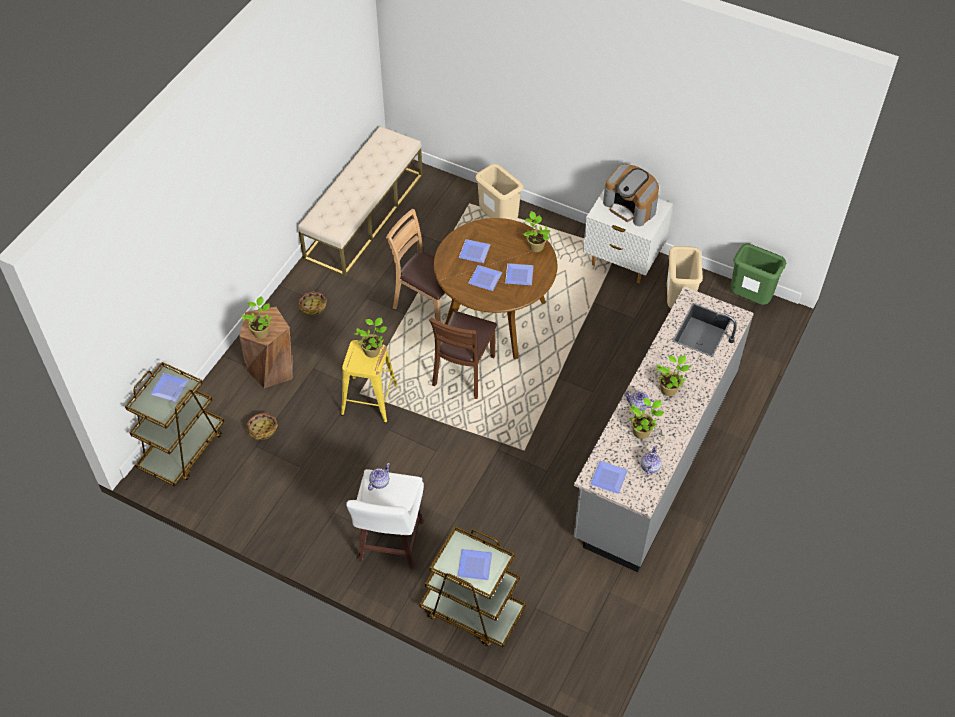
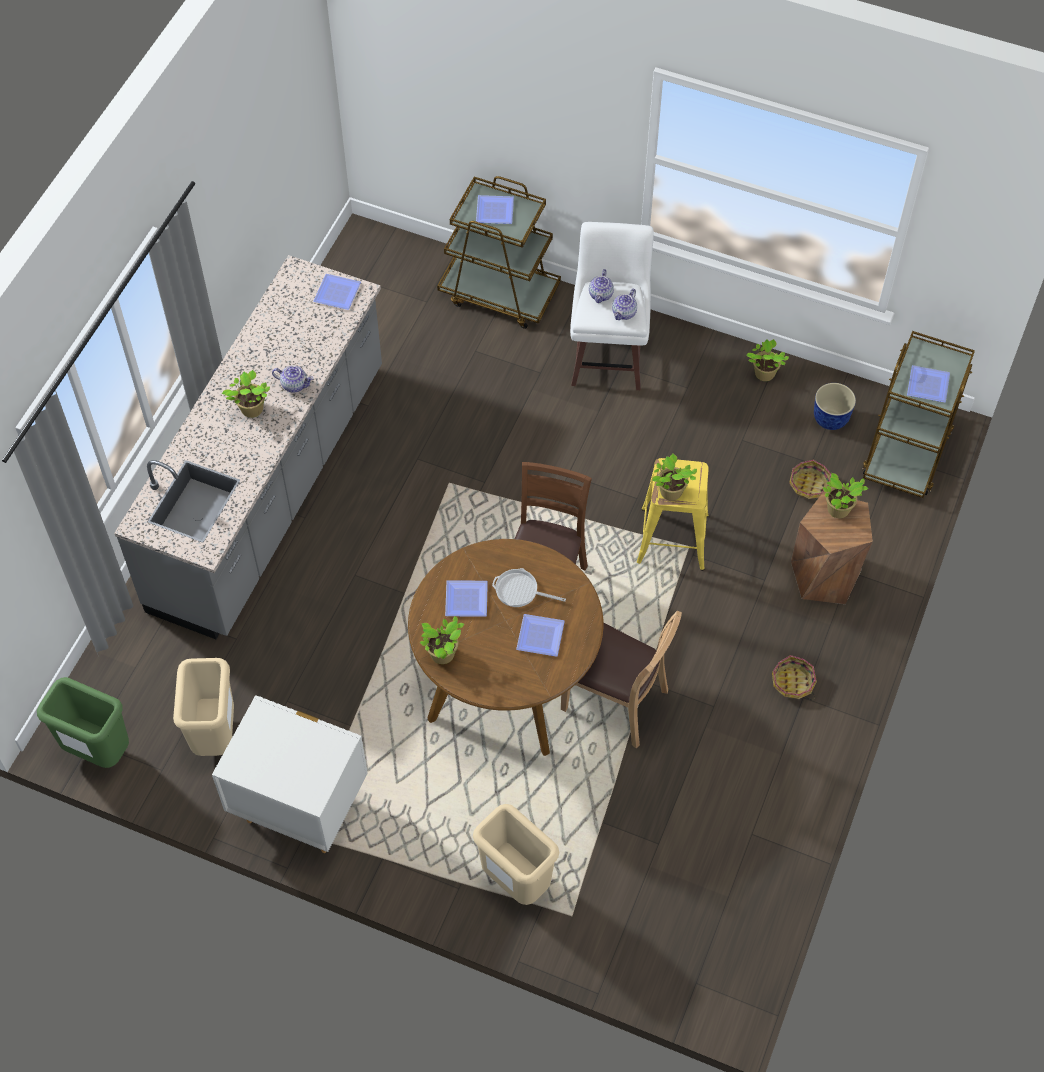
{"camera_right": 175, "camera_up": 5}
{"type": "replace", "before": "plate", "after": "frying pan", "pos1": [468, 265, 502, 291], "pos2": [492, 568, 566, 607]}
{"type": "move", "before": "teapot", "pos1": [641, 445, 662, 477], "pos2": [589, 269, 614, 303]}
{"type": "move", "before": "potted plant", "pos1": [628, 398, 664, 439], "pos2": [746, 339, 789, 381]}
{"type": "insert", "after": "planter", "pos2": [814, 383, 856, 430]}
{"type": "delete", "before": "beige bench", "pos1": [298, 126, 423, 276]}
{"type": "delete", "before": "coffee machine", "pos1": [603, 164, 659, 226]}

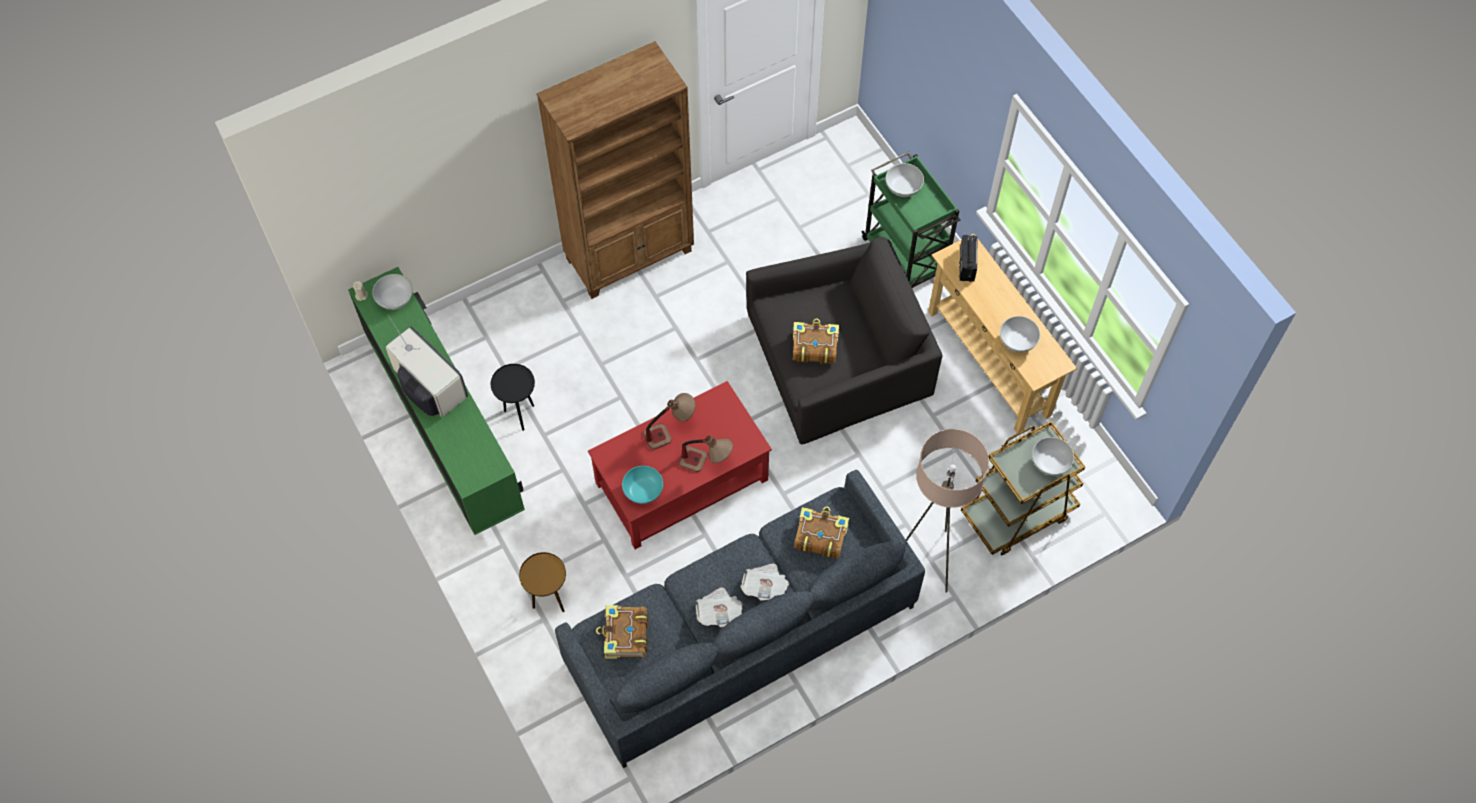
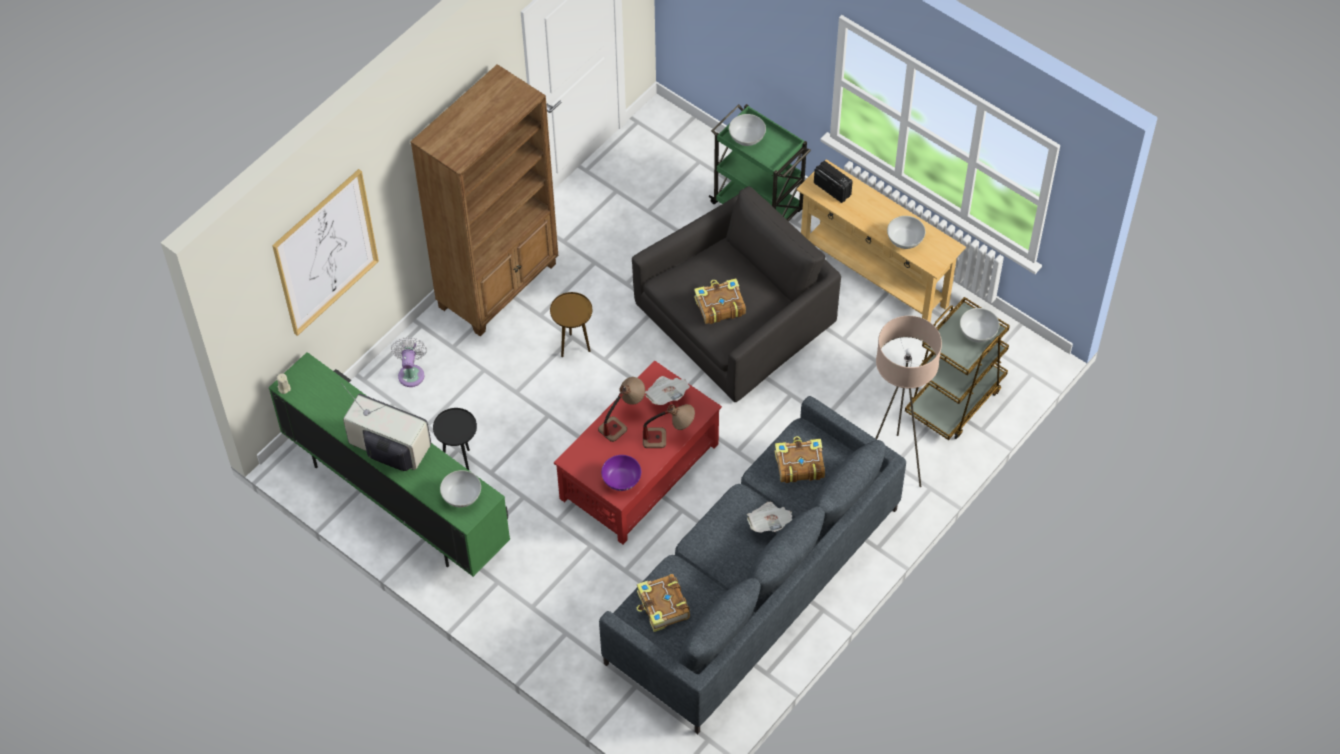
{"camera_right": -20, "camera_up": -5}
{"type": "insert", "after": "picture", "pos2": [272, 169, 379, 336]}
{"type": "insert", "after": "white fan", "pos2": [391, 337, 427, 387]}
{"type": "move", "before": "white bowl", "pos1": [372, 274, 413, 310], "pos2": [440, 470, 481, 507]}
{"type": "move", "before": "brown side table", "pos1": [519, 552, 566, 612], "pos2": [550, 292, 592, 357]}
{"type": "recolor", "before": "turquoise bowl", "after": "purple bowl", "pos1": [622, 466, 663, 504], "pos2": [601, 455, 641, 491]}
{"type": "move", "before": "newspaper", "pos1": [696, 588, 743, 627], "pos2": [645, 376, 690, 405]}
{"type": "rotate", "before": "radio", "pos1": [959, 235, 978, 282], "pos2": [814, 161, 853, 203], "turn": 150}

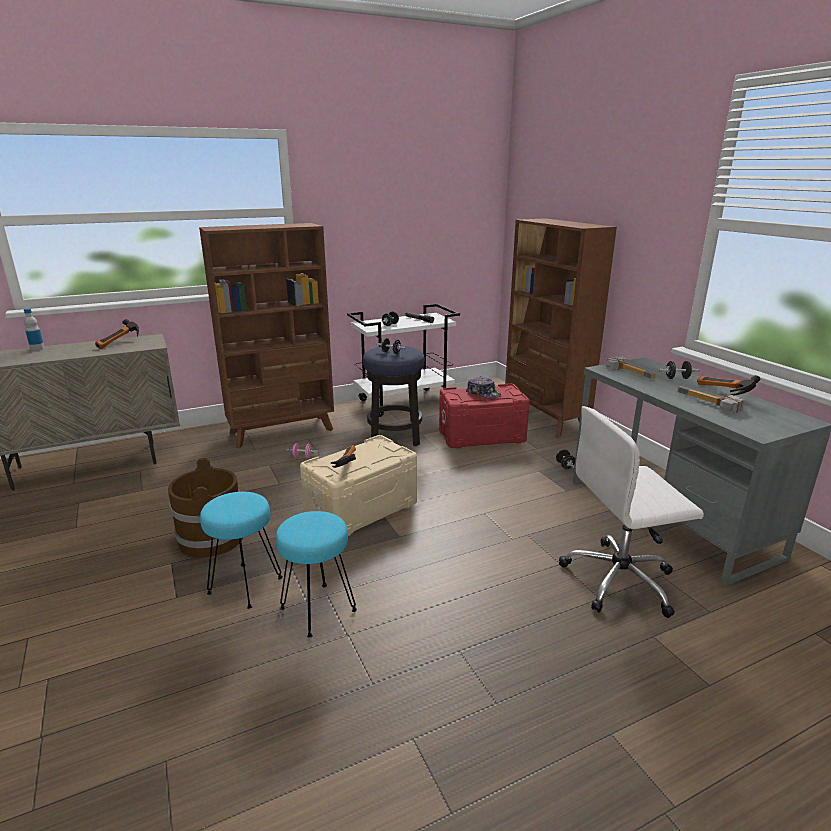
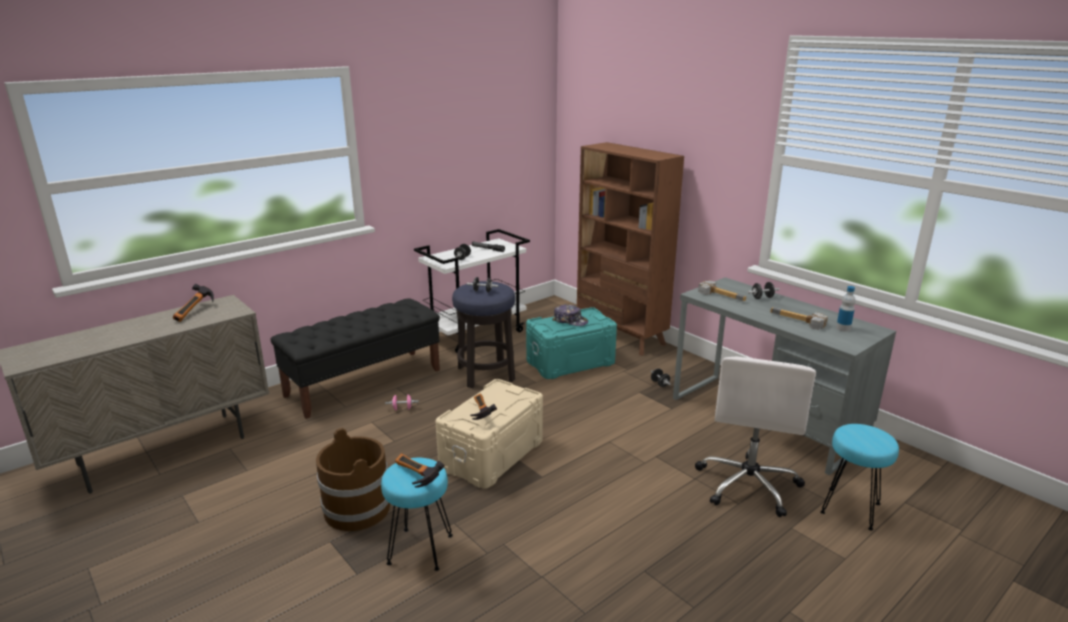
{"camera_right": -15, "camera_up": 0}
{"type": "replace", "before": "brown bookcase", "after": "black bench", "pos1": [199, 223, 334, 448], "pos2": [270, 298, 440, 419]}
{"type": "move", "before": "hammer", "pos1": [697, 375, 761, 395], "pos2": [395, 453, 445, 488]}
{"type": "recolor", "before": "red storage box", "after": "turquoise storage box", "pos1": [439, 384, 530, 448], "pos2": [526, 307, 617, 379]}
{"type": "rotate", "before": "white office chair", "pos1": [559, 406, 704, 618], "pos2": [695, 356, 816, 517], "turn": -45}
{"type": "move", "before": "turquoise stool", "pos1": [276, 511, 357, 638], "pos2": [820, 424, 899, 530]}
{"type": "move", "before": "bottle", "pos1": [24, 309, 45, 351], "pos2": [836, 286, 855, 332]}

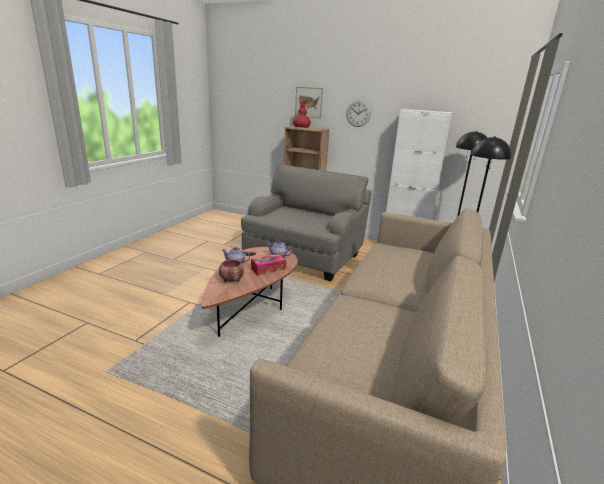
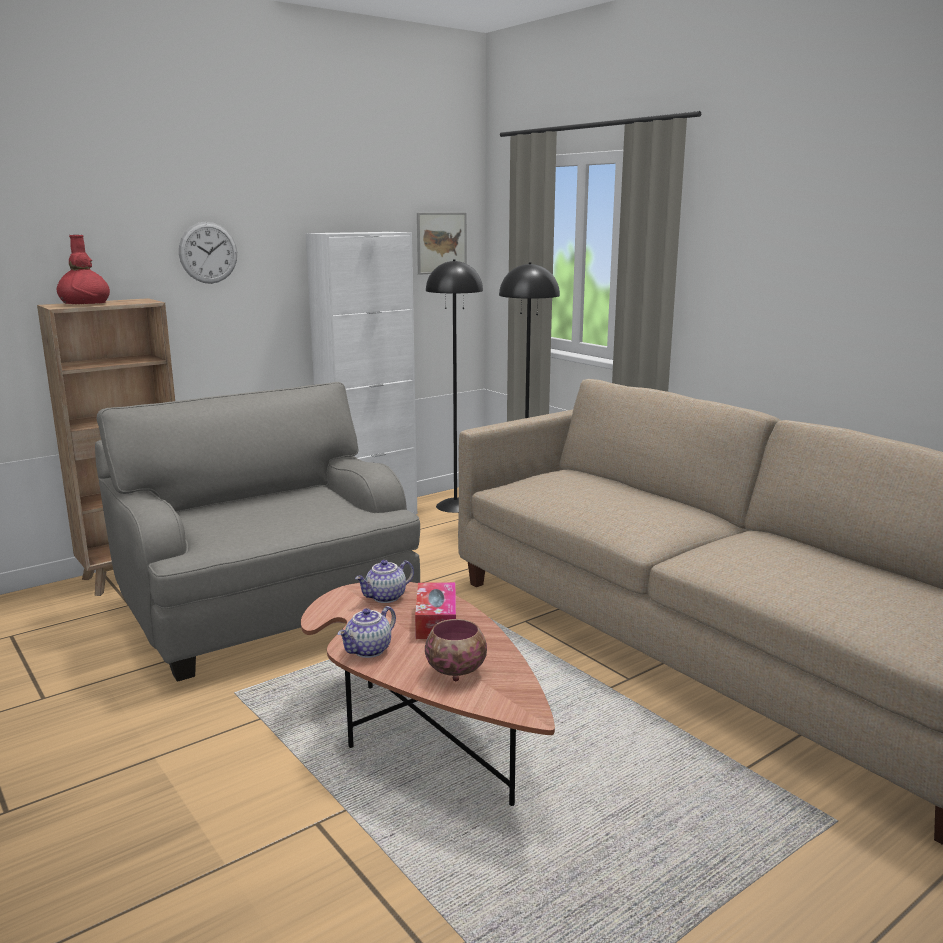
{"camera_right": -60, "camera_up": -5}
{"type": "move", "before": "picture", "pos1": [295, 87, 323, 119], "pos2": [417, 212, 467, 275]}

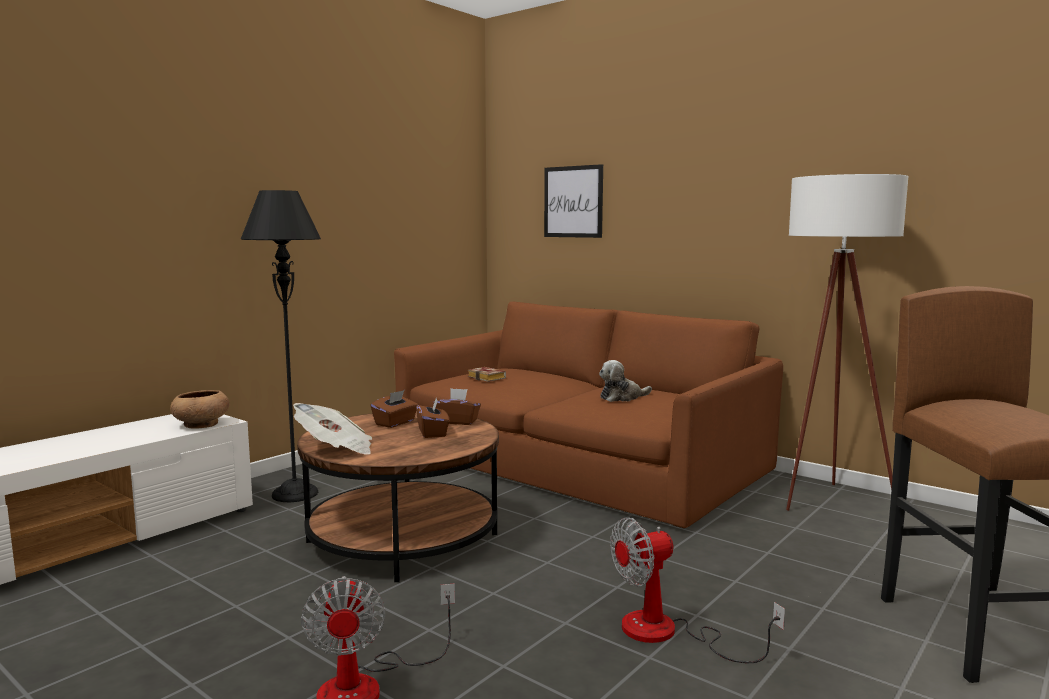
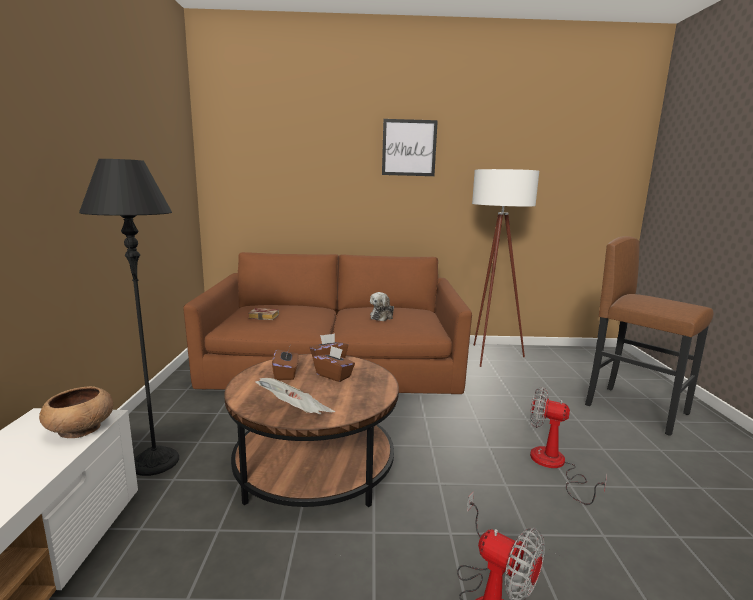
{"camera_right": -40, "camera_up": 5}
{"type": "move", "before": "picture", "pos1": [544, 164, 603, 238], "pos2": [382, 119, 438, 176]}
{"type": "rotate", "before": "fan", "pos1": [610, 517, 785, 663], "pos2": [530, 387, 607, 505], "turn": 90}

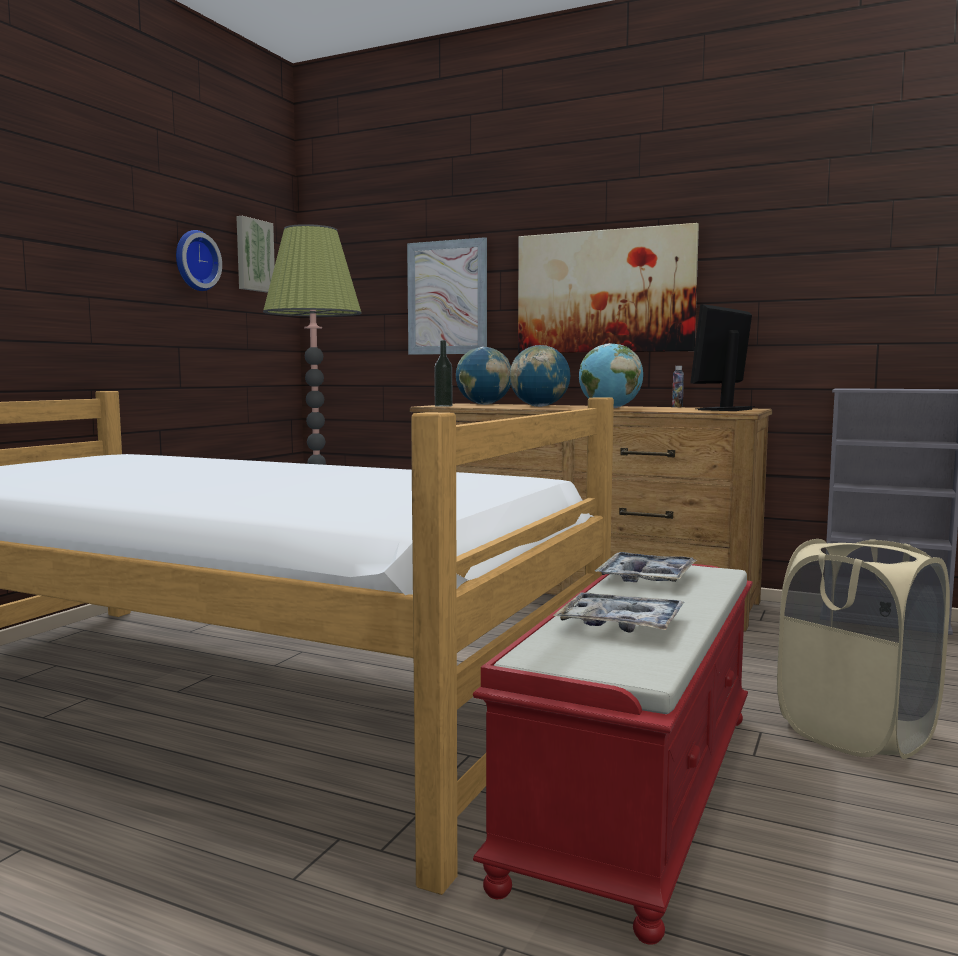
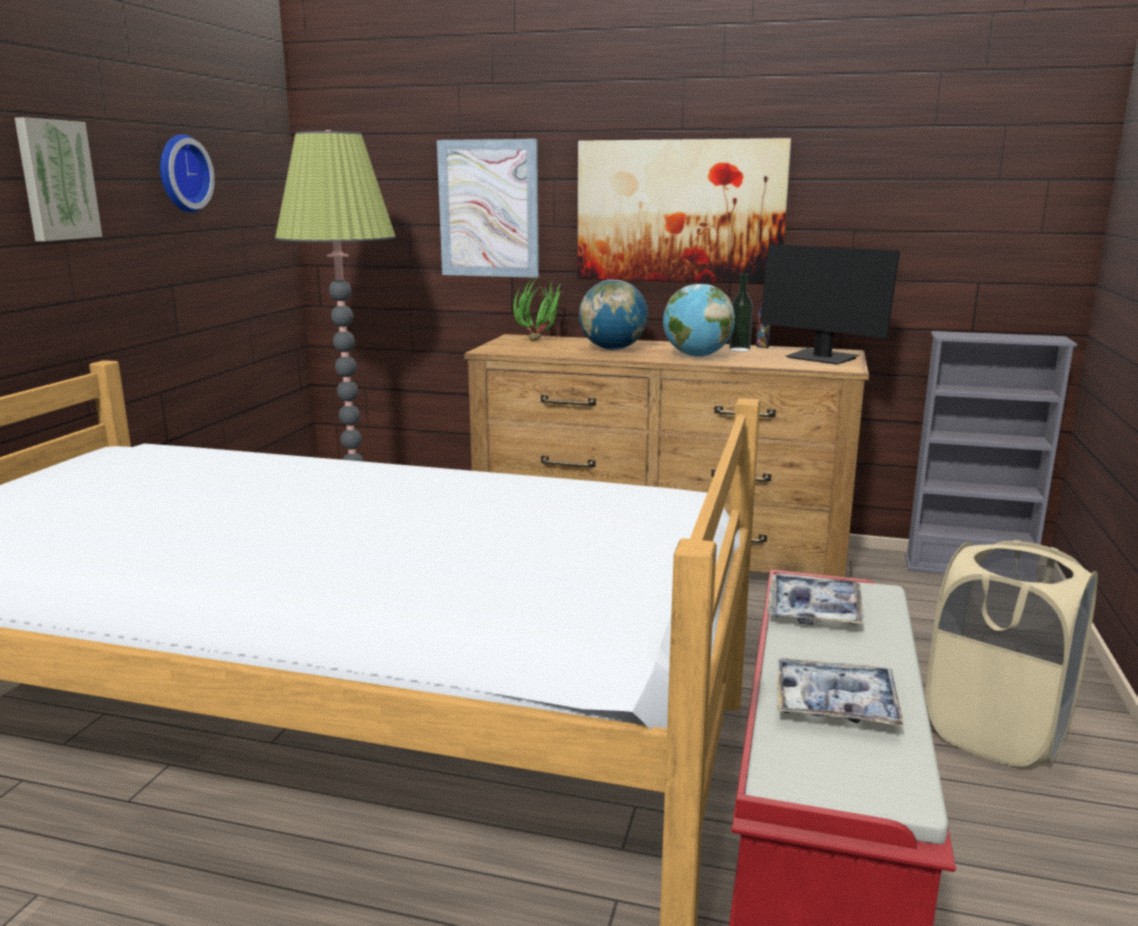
{"camera_right": -10, "camera_up": 10}
{"type": "move", "before": "picture", "pos1": [236, 216, 275, 293], "pos2": [15, 117, 102, 241]}
{"type": "replace", "before": "globe", "after": "potted plant", "pos1": [456, 347, 511, 405], "pos2": [513, 277, 562, 342]}
{"type": "move", "before": "bottle", "pos1": [434, 340, 452, 407], "pos2": [729, 273, 753, 352]}
{"type": "rotate", "before": "monitor", "pos1": [690, 304, 755, 411], "pos2": [760, 244, 900, 365], "turn": -75}

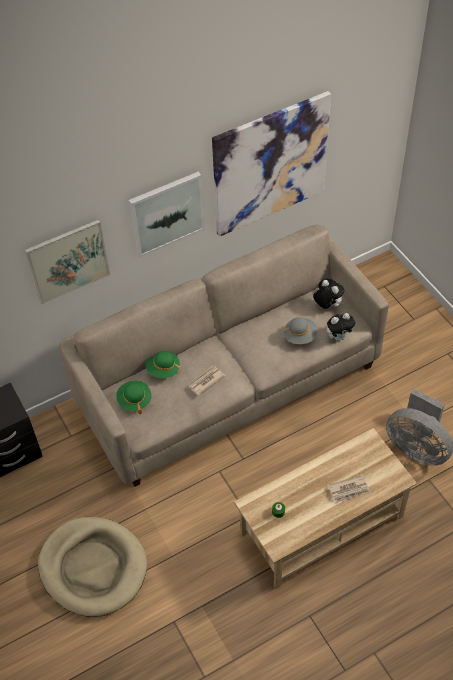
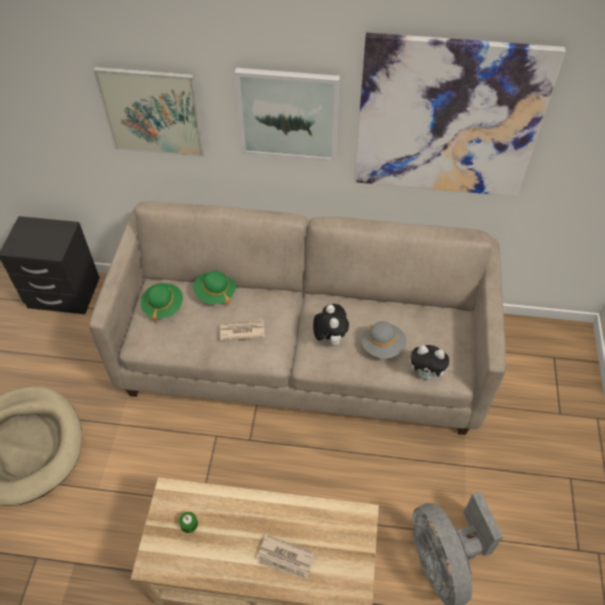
{"camera_right": 35, "camera_up": 0}
{"type": "move", "before": "plush toy", "pos1": [313, 279, 344, 309], "pos2": [313, 304, 349, 346]}

